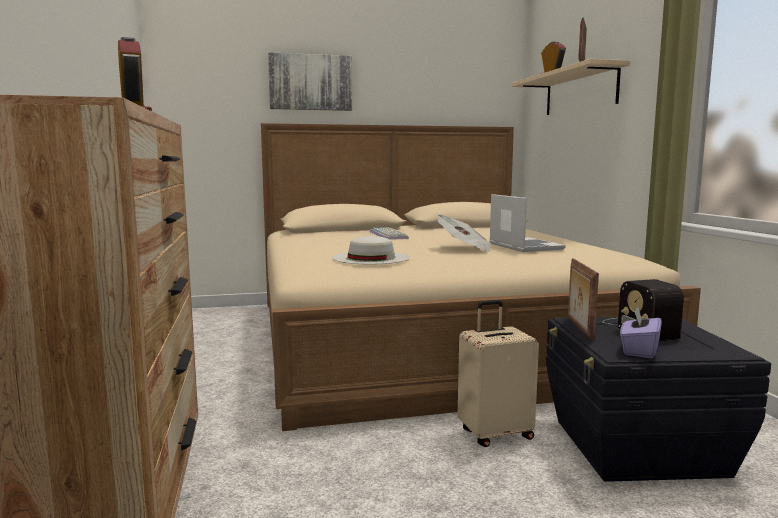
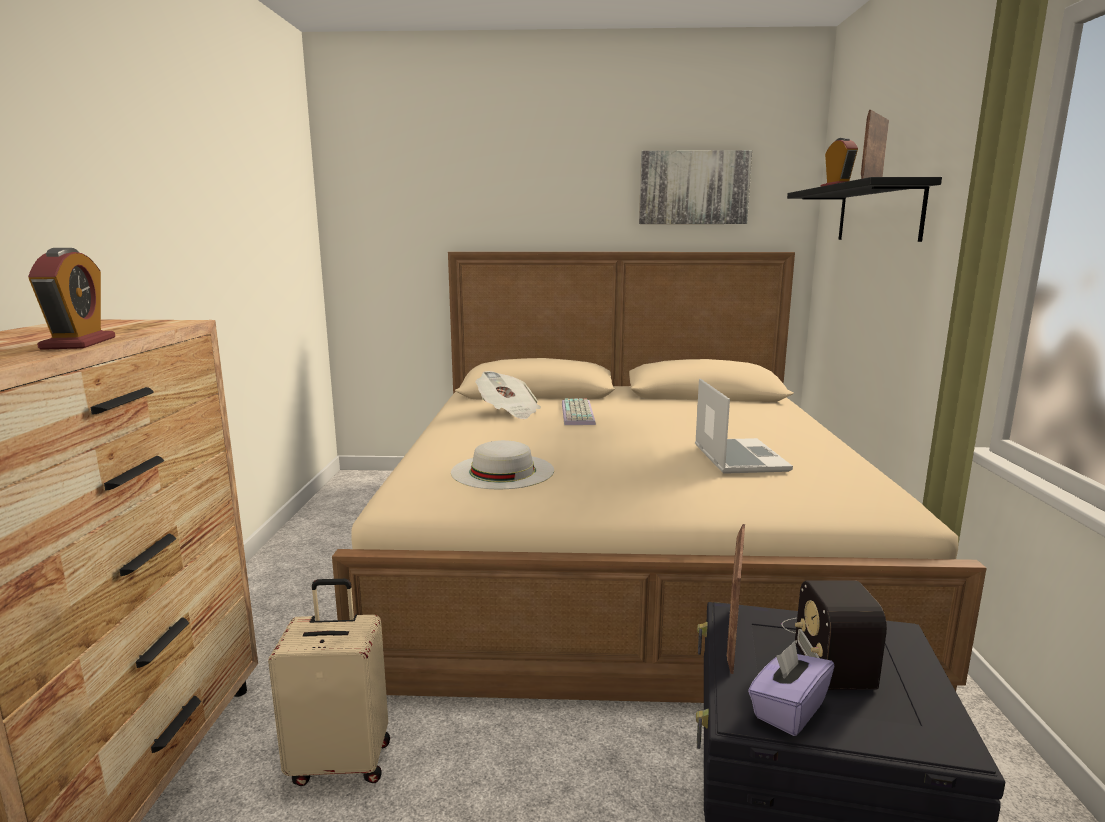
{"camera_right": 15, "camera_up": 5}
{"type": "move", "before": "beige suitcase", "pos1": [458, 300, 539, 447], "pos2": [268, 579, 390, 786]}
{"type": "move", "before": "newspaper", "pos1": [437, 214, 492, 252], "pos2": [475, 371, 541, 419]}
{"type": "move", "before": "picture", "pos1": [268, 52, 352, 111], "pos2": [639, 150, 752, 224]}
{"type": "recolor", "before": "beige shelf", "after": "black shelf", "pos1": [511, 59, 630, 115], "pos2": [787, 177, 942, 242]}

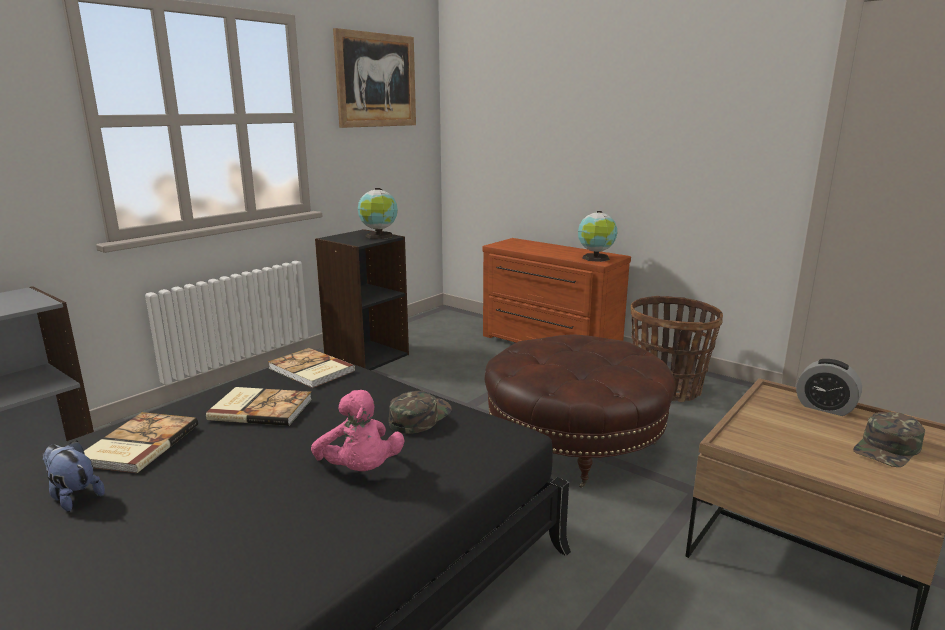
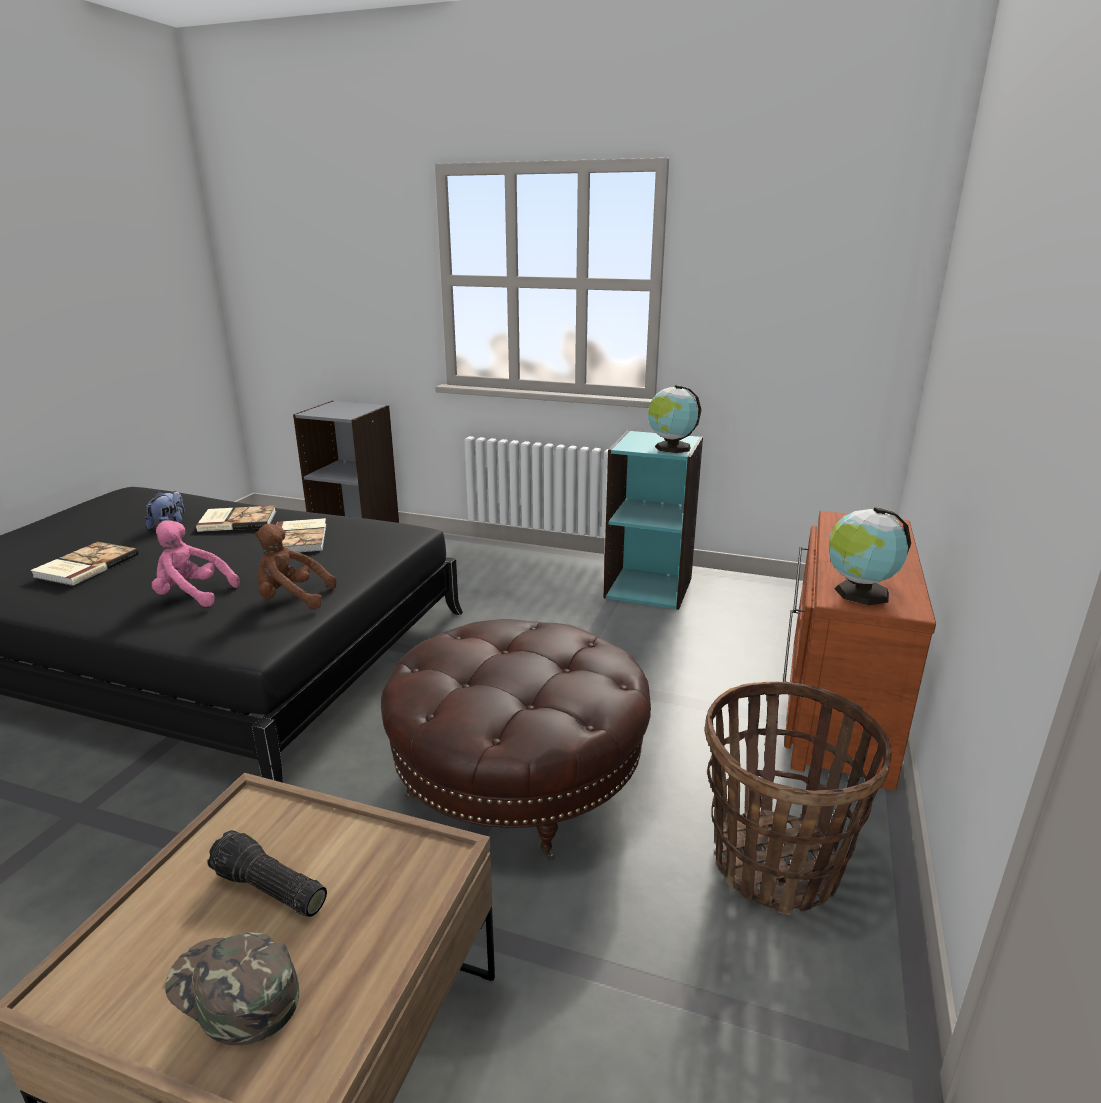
{"camera_right": 70, "camera_up": 5}
{"type": "move", "before": "book", "pos1": [268, 348, 355, 388], "pos2": [30, 542, 139, 586]}
{"type": "rotate", "before": "pink plush toy", "pos1": [311, 390, 405, 471], "pos2": [152, 520, 239, 607], "turn": 60}
{"type": "insert", "after": "flashlight", "pos2": [207, 830, 327, 917]}
{"type": "replace", "before": "green cap", "after": "brown plush toy", "pos1": [389, 391, 452, 434], "pos2": [255, 524, 337, 609]}
{"type": "recolor", "before": "black bookcase", "after": "turquoise bookcase", "pos1": [315, 229, 409, 370], "pos2": [604, 430, 703, 610]}
{"type": "delete", "before": "picture", "pos1": [333, 28, 416, 128]}
{"type": "delete", "before": "alarm clock", "pos1": [796, 359, 862, 416]}

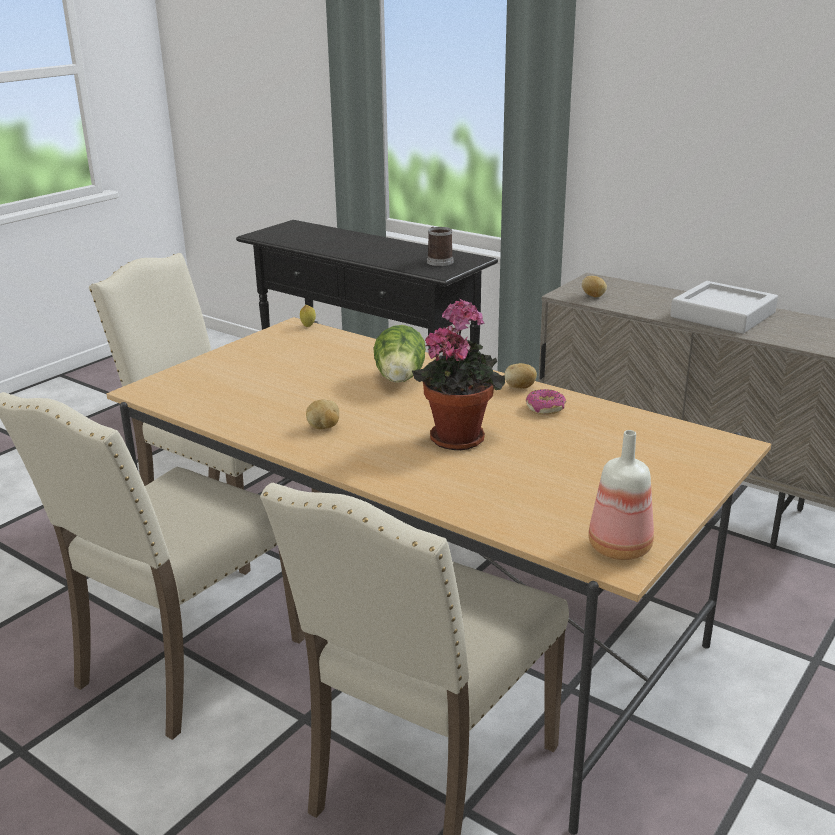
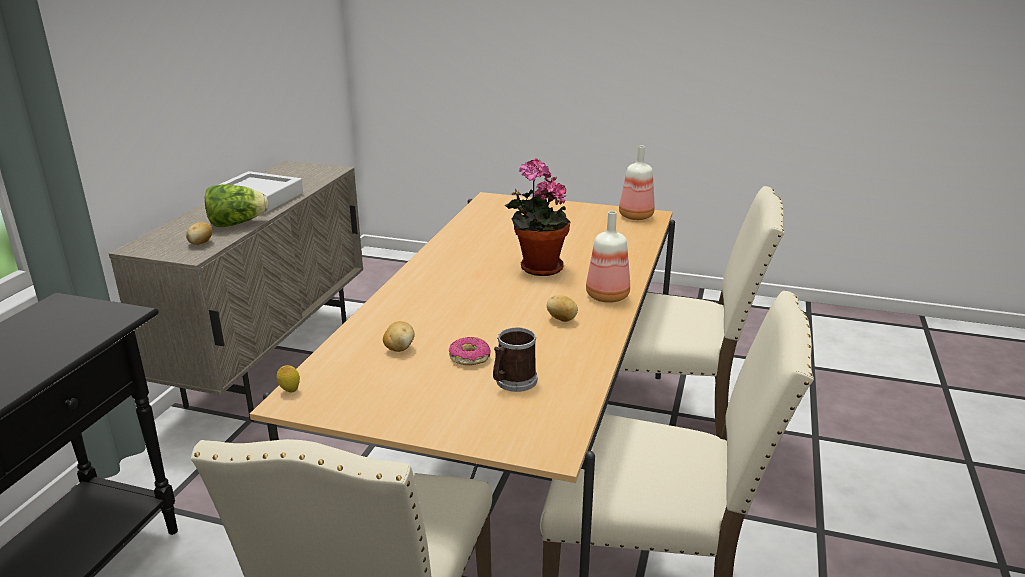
{"camera_right": -110, "camera_up": 0}
{"type": "move", "before": "lettuce", "pos1": [374, 325, 426, 383], "pos2": [205, 184, 268, 227]}
{"type": "move", "before": "potato", "pos1": [504, 363, 537, 389], "pos2": [383, 321, 414, 352]}
{"type": "move", "before": "donut", "pos1": [525, 389, 566, 415], "pos2": [449, 337, 491, 365]}
{"type": "move", "before": "mug", "pos1": [427, 227, 454, 266], "pos2": [493, 328, 537, 392]}
{"type": "insert", "after": "bottle", "pos2": [586, 211, 630, 303]}

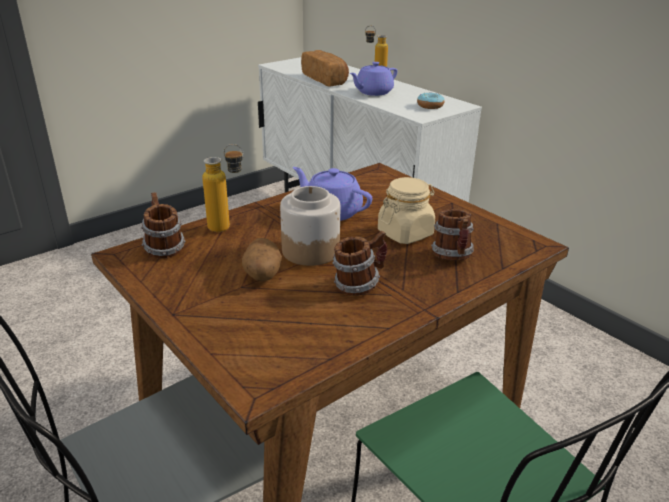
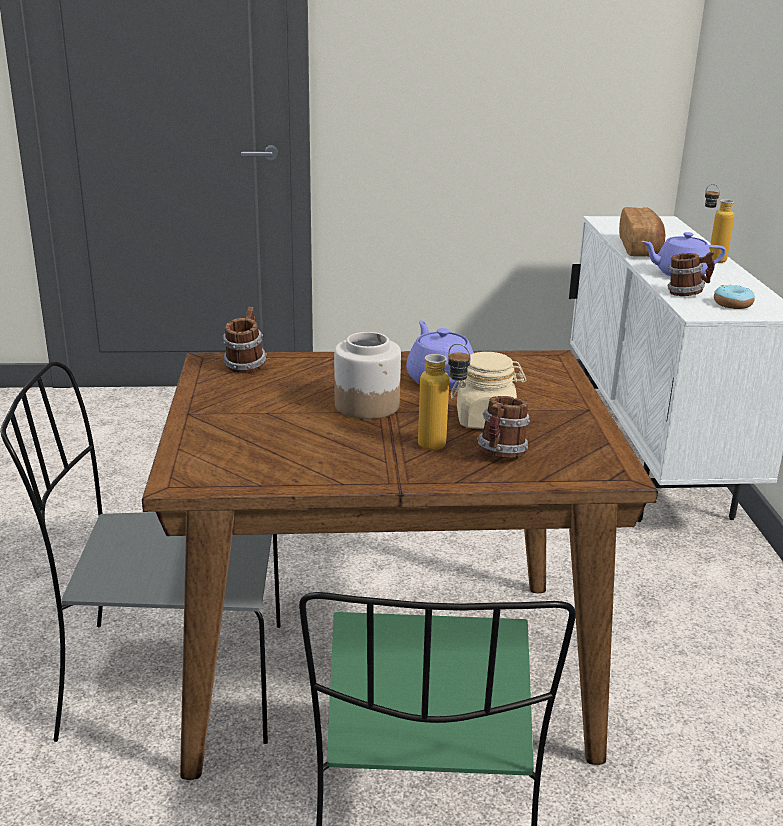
{"camera_right": 35, "camera_up": -5}
{"type": "move", "before": "bottle", "pos1": [202, 144, 244, 232], "pos2": [418, 343, 471, 450]}
{"type": "move", "before": "mug", "pos1": [333, 231, 387, 296], "pos2": [667, 251, 715, 296]}
{"type": "delete", "before": "potato", "pos1": [242, 238, 282, 281]}

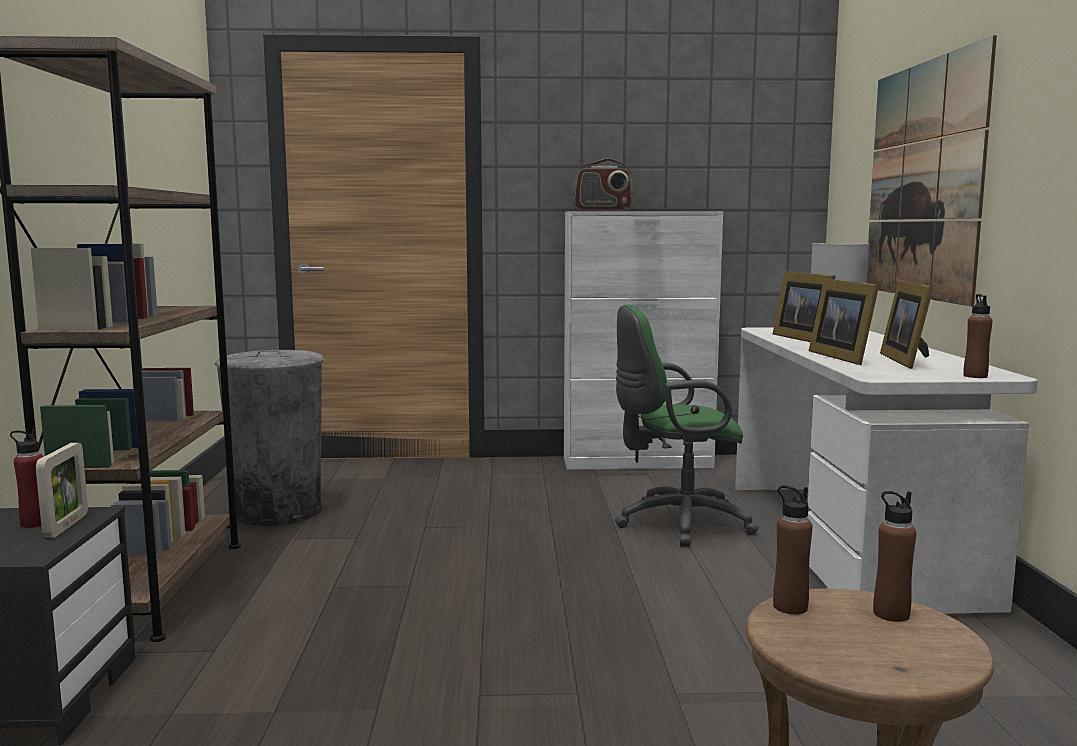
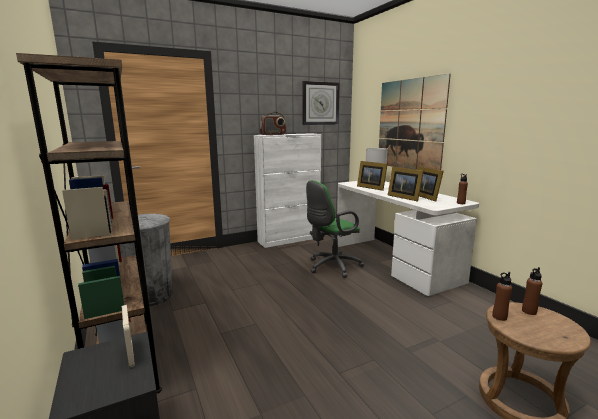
{"camera_right": -25, "camera_up": 5}
{"type": "insert", "after": "wall clock", "pos2": [302, 81, 339, 125]}
{"type": "delete", "before": "red bottle", "pos1": [10, 429, 43, 528]}

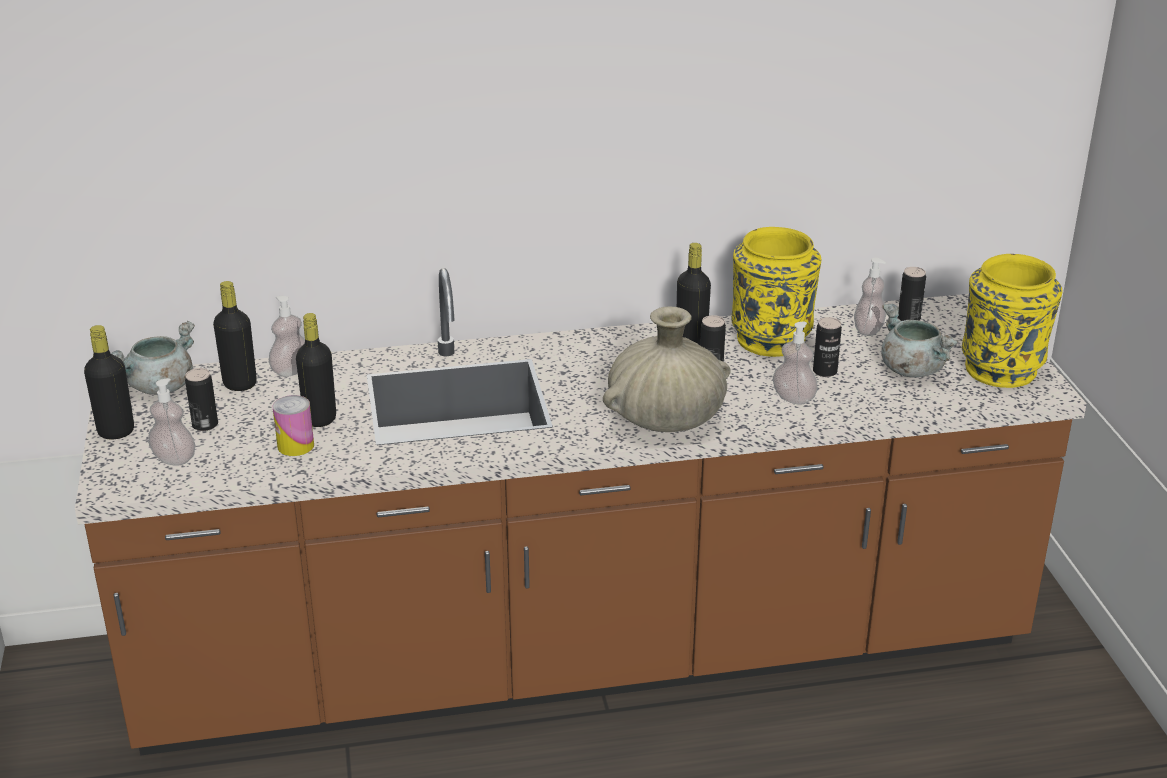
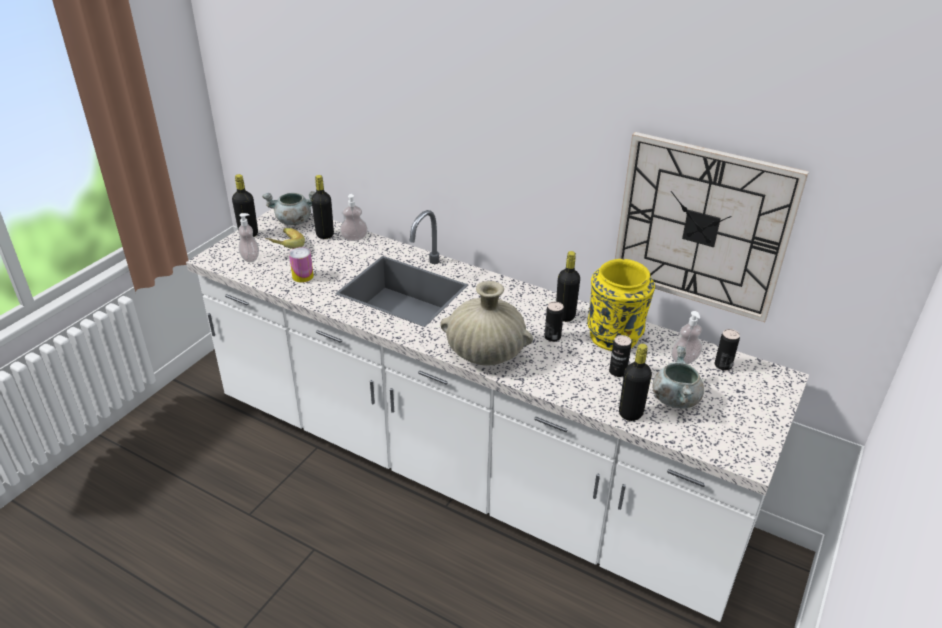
{"camera_right": 40, "camera_up": 5}
{"type": "recolor", "before": "brown counter", "after": "white counter", "pos1": [75, 268, 1087, 756], "pos2": [186, 208, 809, 622]}
{"type": "replace", "before": "can", "after": "banana", "pos1": [185, 368, 218, 431], "pos2": [265, 228, 305, 249]}
{"type": "insert", "after": "wall clock", "pos2": [615, 132, 809, 322]}
{"type": "move", "before": "black bottle", "pos1": [296, 313, 336, 427], "pos2": [619, 344, 652, 421]}
{"type": "delete", "before": "soap dispenser", "pos1": [773, 322, 818, 405]}
{"type": "delete", "before": "yellow vase", "pos1": [962, 254, 1063, 388]}

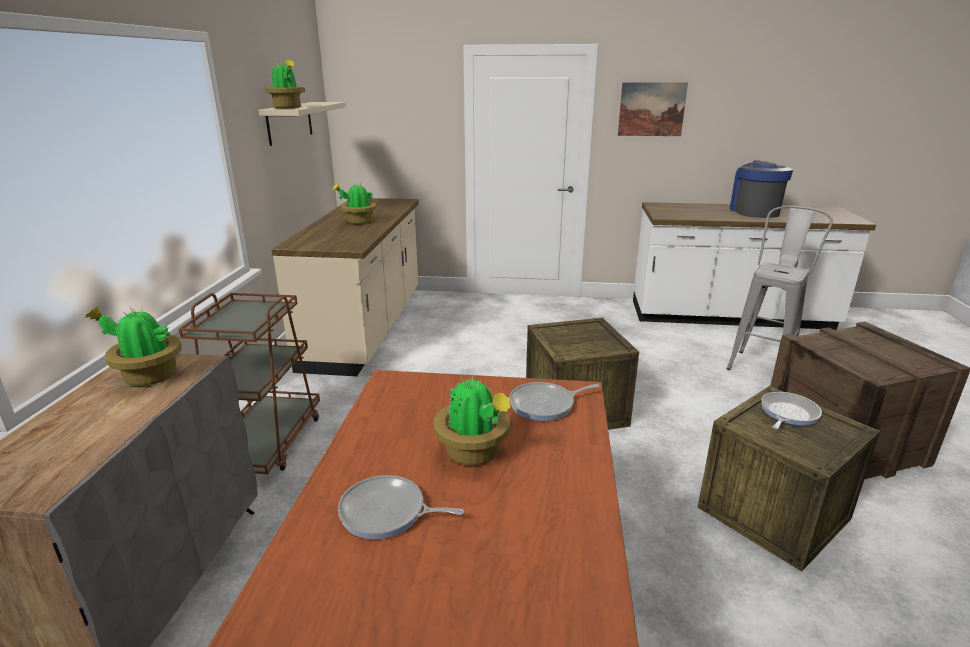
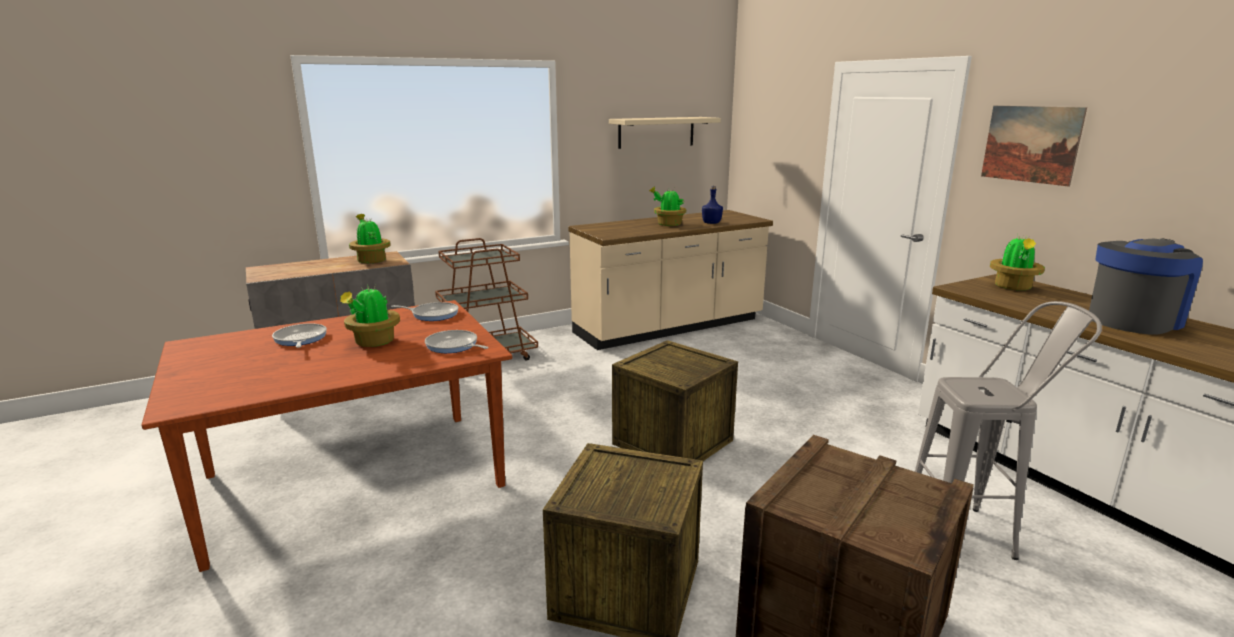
{"camera_right": 55, "camera_up": -5}
{"type": "move", "before": "frying pan", "pos1": [761, 392, 822, 429], "pos2": [391, 302, 459, 321]}
{"type": "insert", "after": "blue bottle", "pos2": [702, 186, 723, 224]}
{"type": "move", "before": "potted plant", "pos1": [265, 59, 305, 108], "pos2": [990, 234, 1045, 290]}

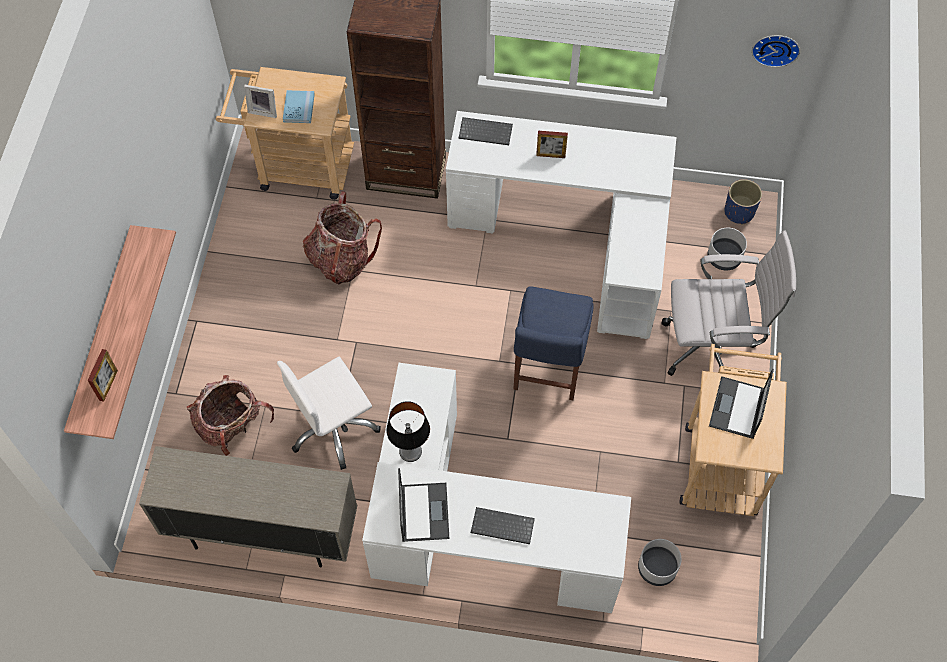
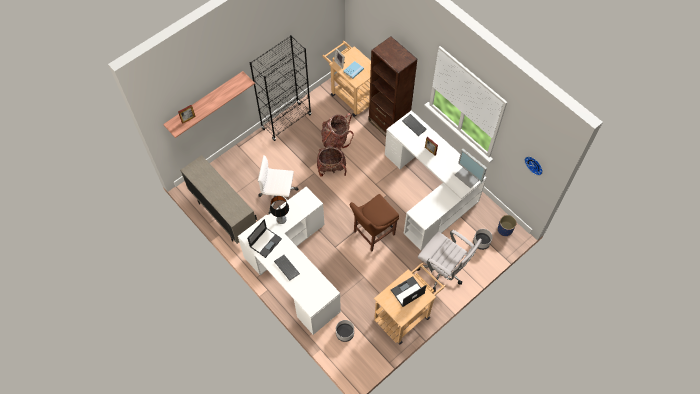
{"camera_right": 40, "camera_up": 0}
{"type": "insert", "after": "black bookcase", "pos2": [250, 35, 311, 141]}
{"type": "move", "before": "backpack", "pos1": [187, 375, 274, 456], "pos2": [317, 145, 347, 177]}
{"type": "recolor", "before": "blue chair", "after": "brown chair", "pos1": [514, 286, 594, 400], "pos2": [350, 194, 399, 252]}
{"type": "insert", "after": "monitor", "pos2": [455, 149, 487, 188]}

